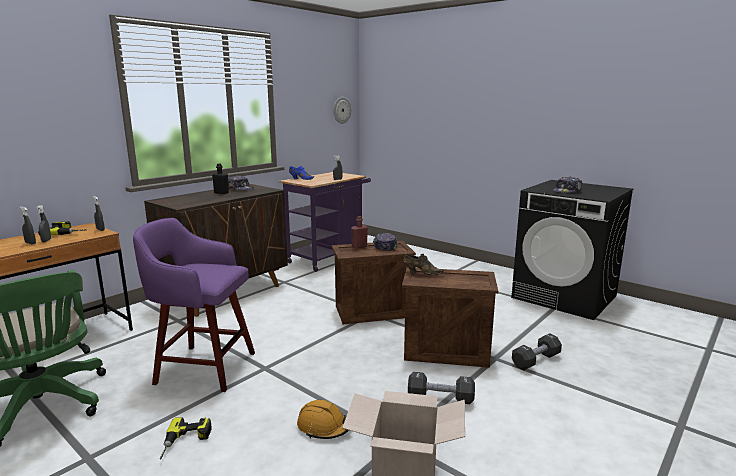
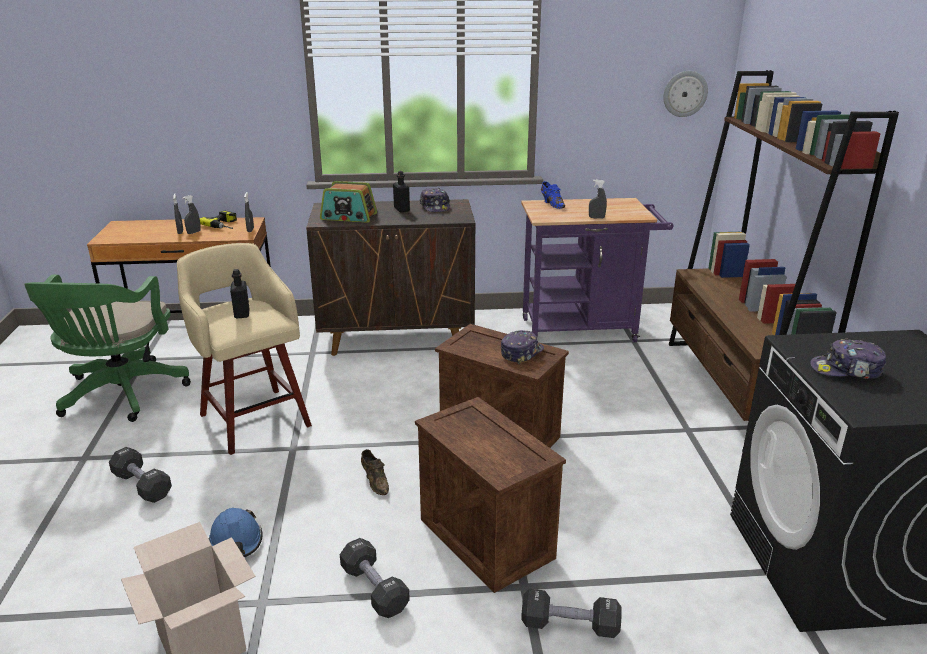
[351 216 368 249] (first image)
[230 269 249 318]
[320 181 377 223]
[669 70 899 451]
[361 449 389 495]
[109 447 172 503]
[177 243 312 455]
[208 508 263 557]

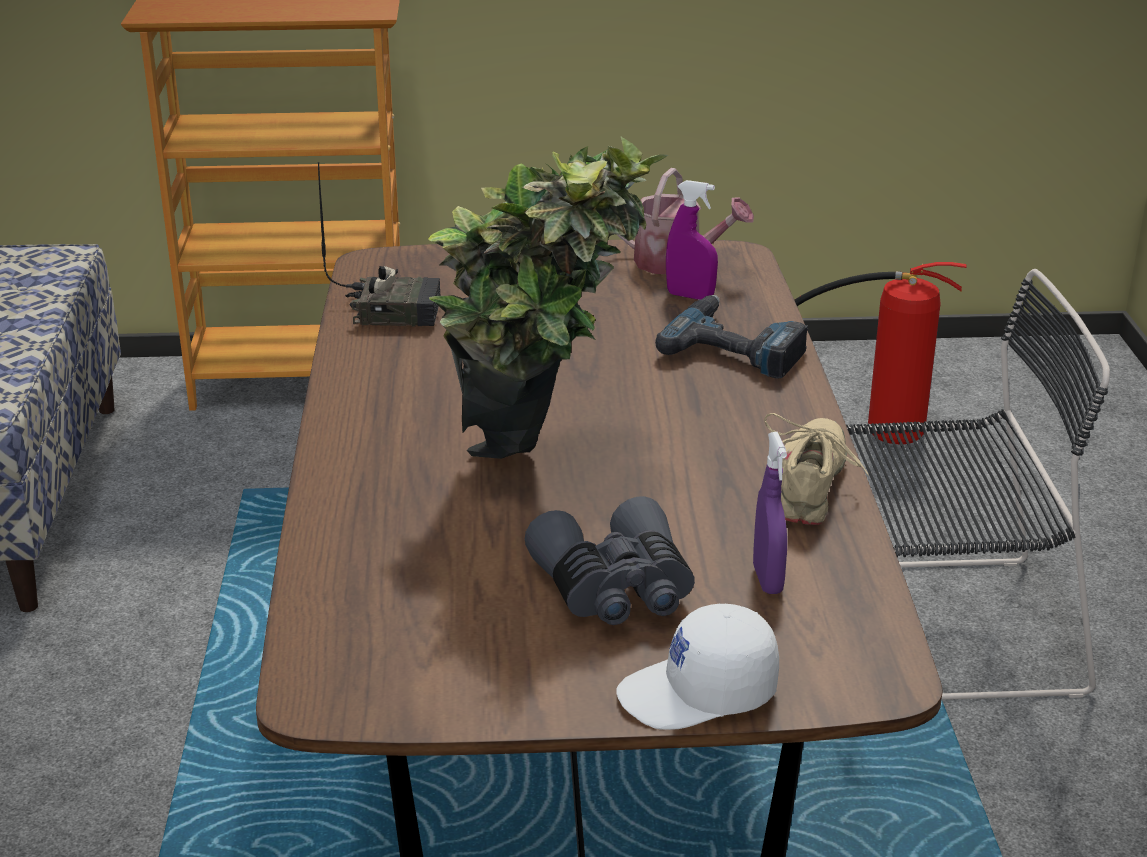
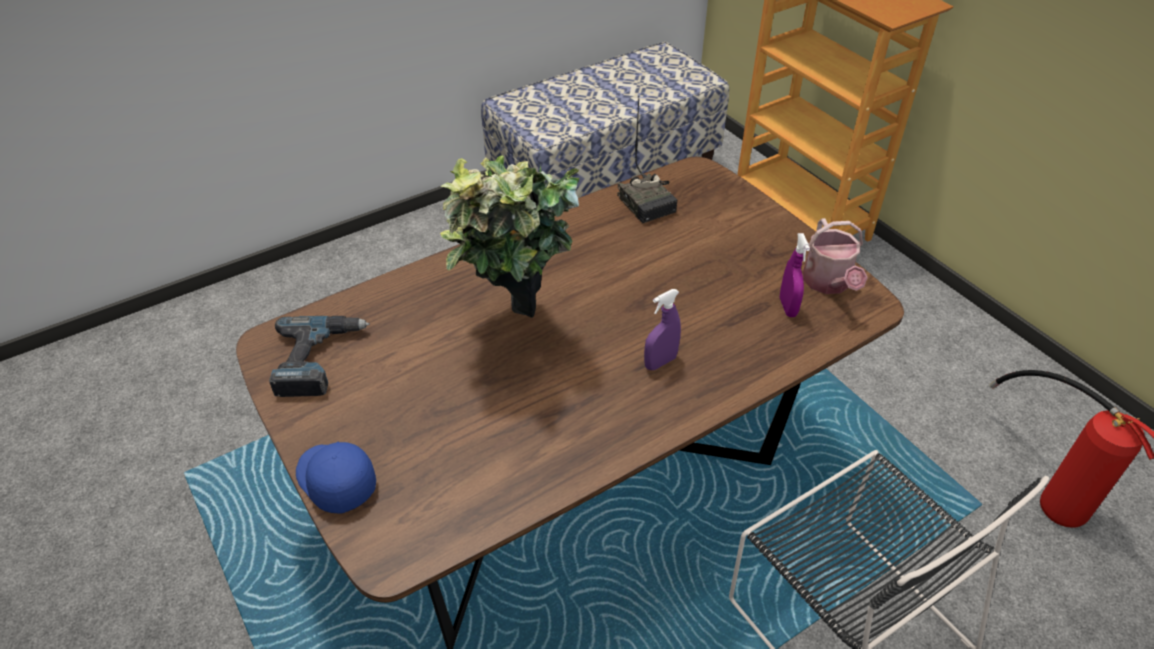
[525 496 695 625] (first image)
[764 413 869 525] (first image)
[269 316 370 397]
[644 289 681 370]
[296 442 376 514]

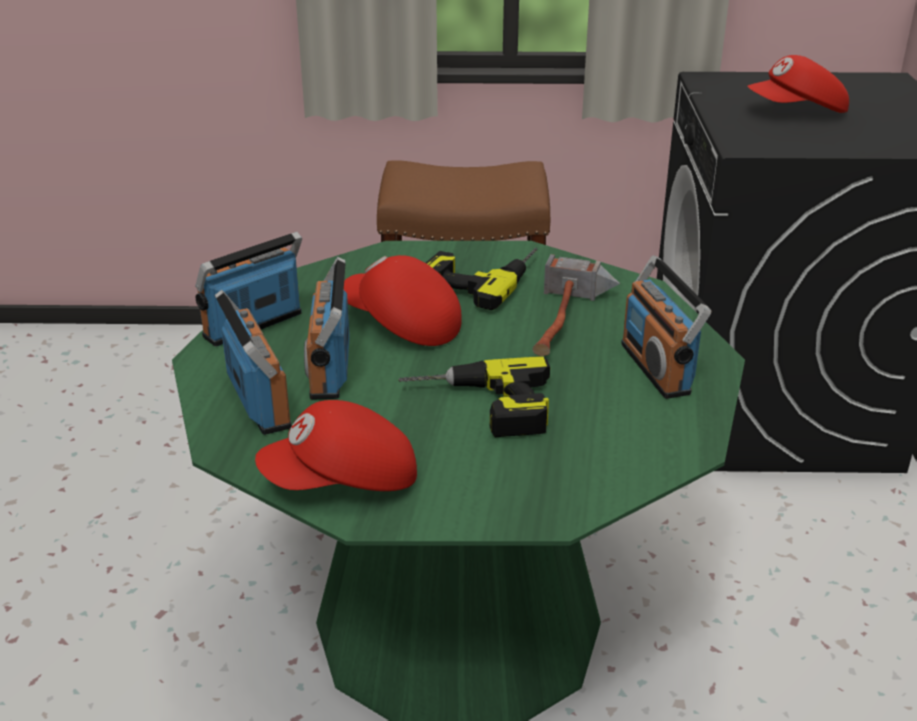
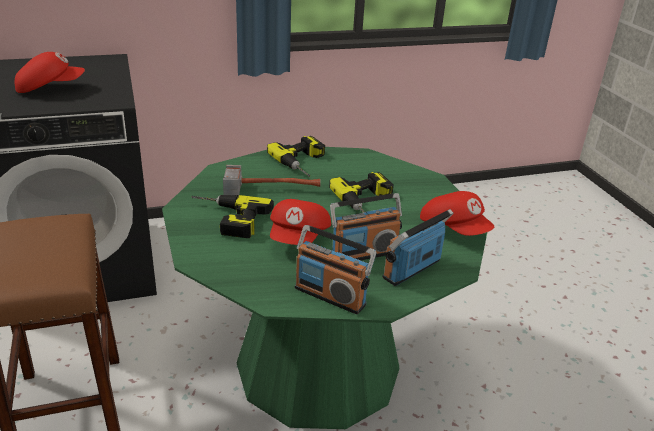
[267 136 325 177]
[15 52 85 93]

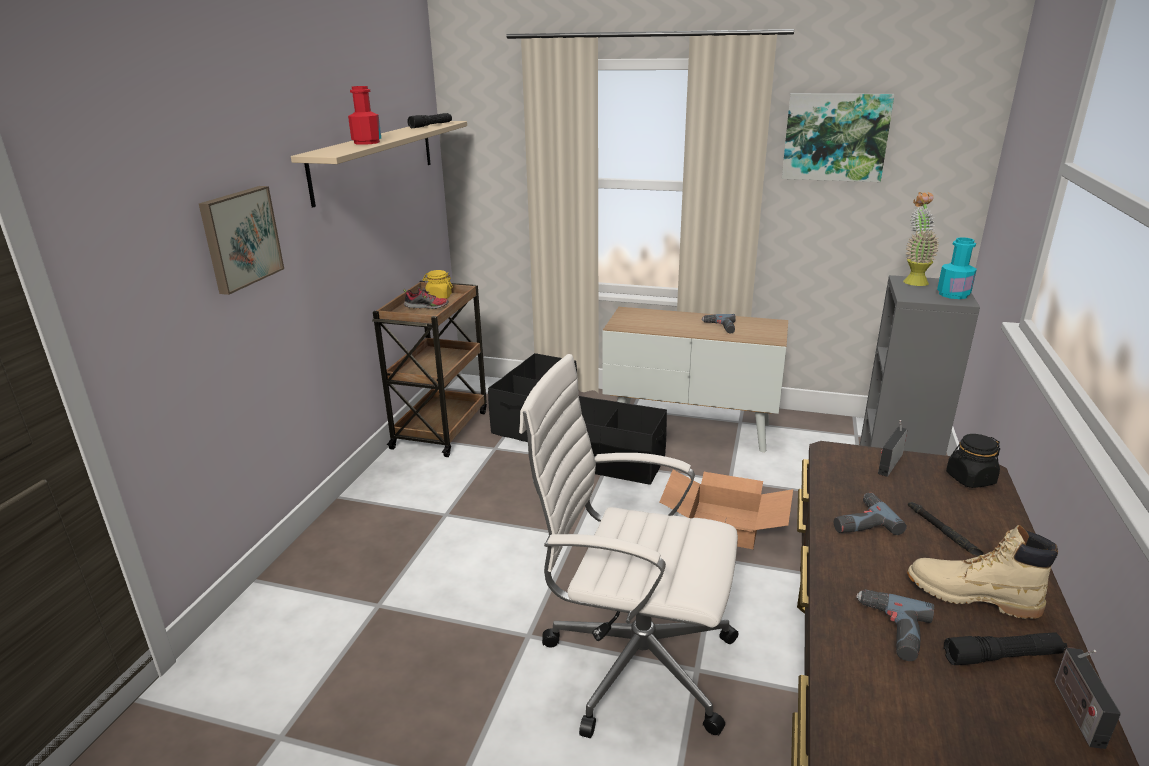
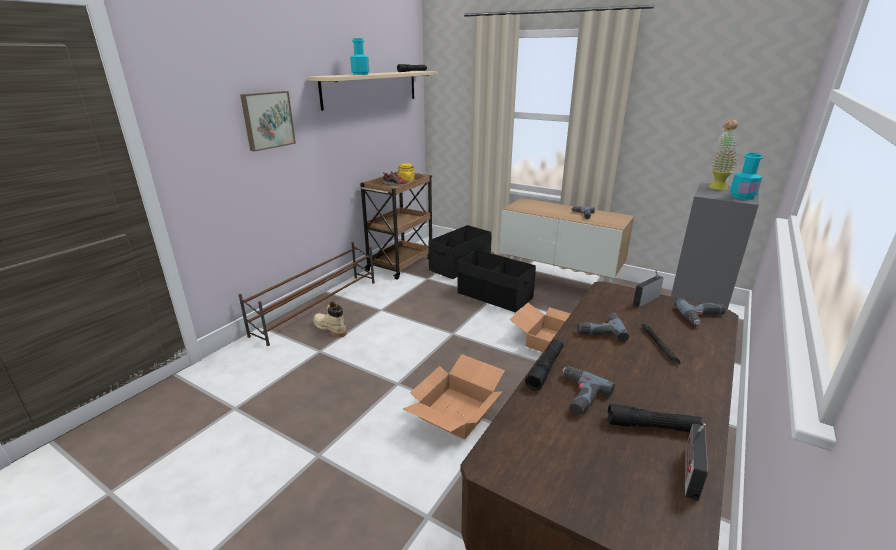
[782 93 895 182] (first image)
[238 242 375 346]
[525 340 563 391]
[313 302 347 337]
[403 354 505 440]
[674 298 726 325]
[350 38 369 75]

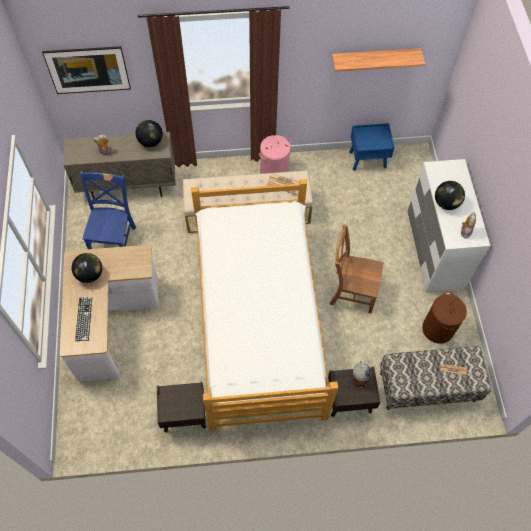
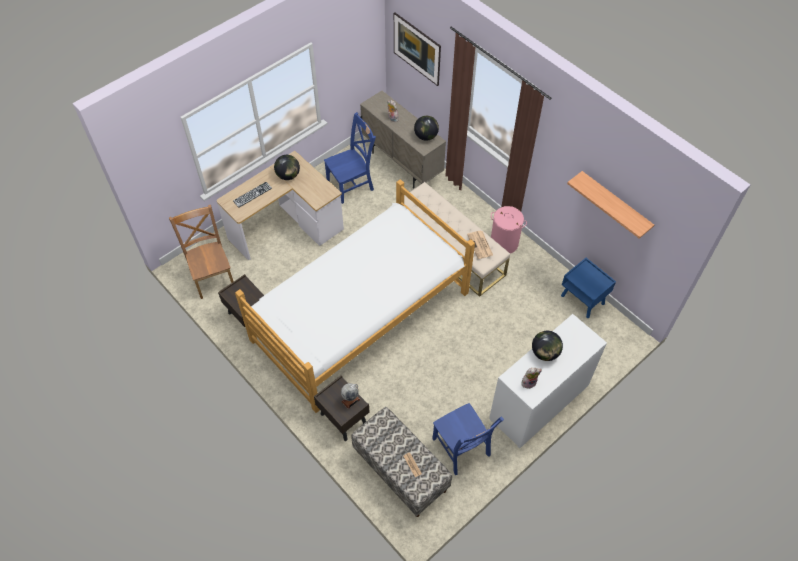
[169 205 234 299]
[432 403 504 475]

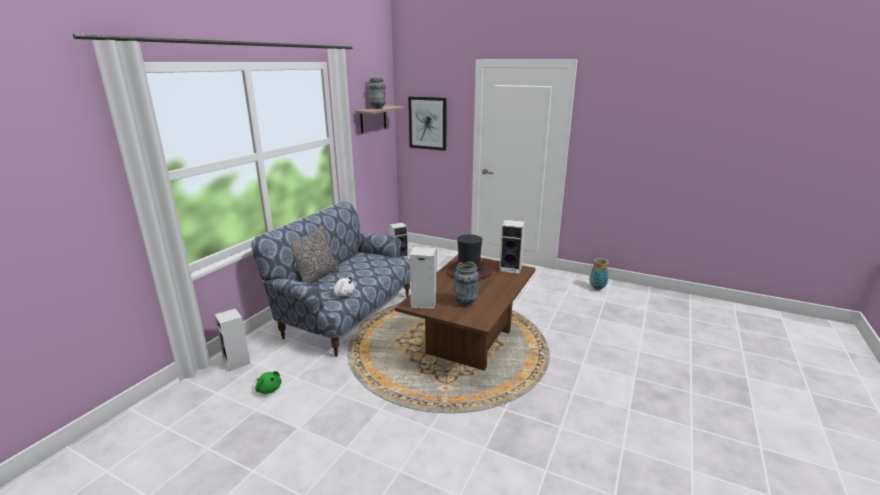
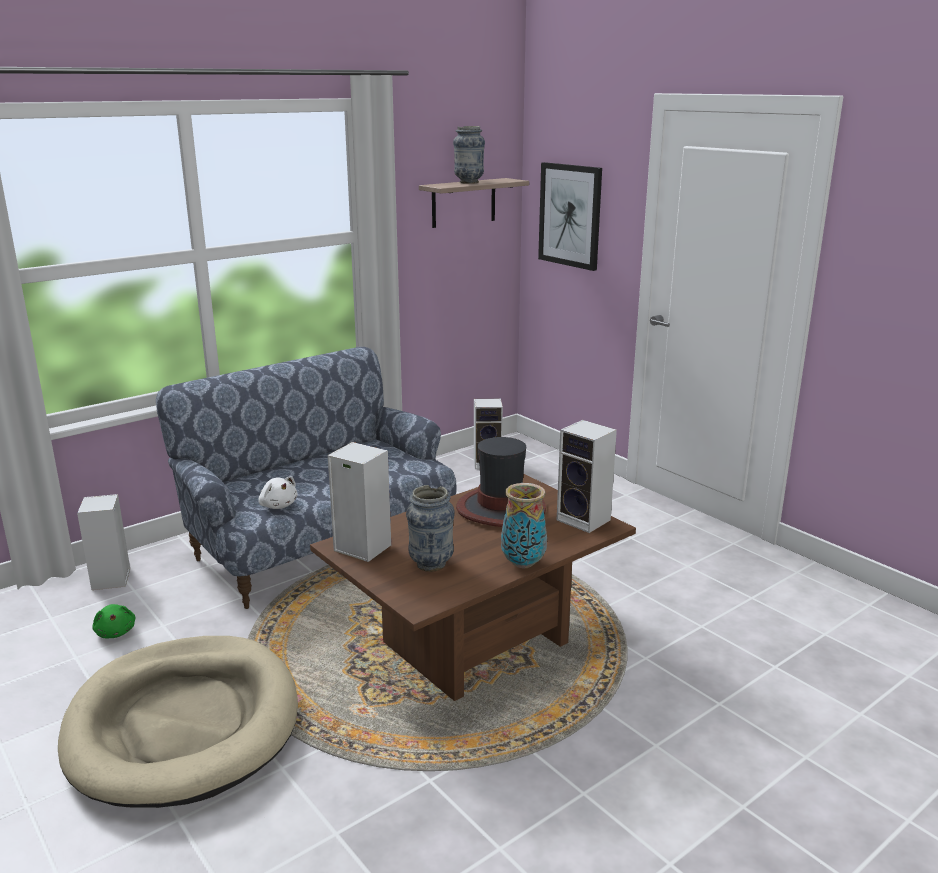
[290 225 340 285] (first image)
[58 636 298 808]
[501 483 547 568]

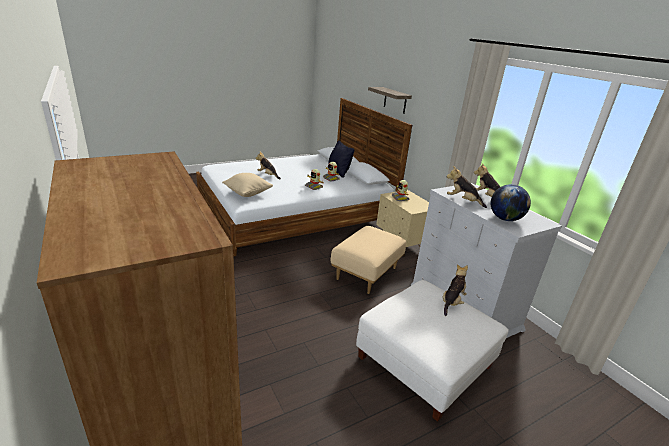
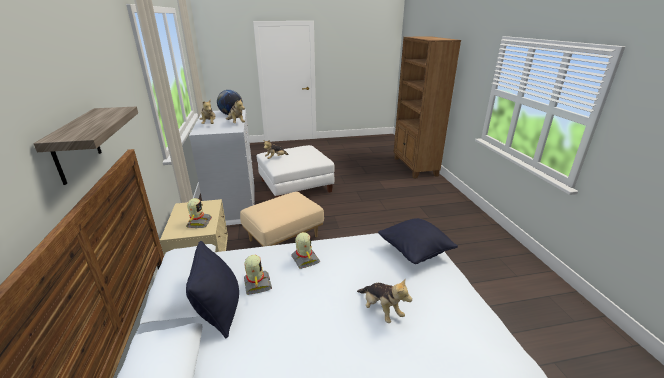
[378 218 458 264]

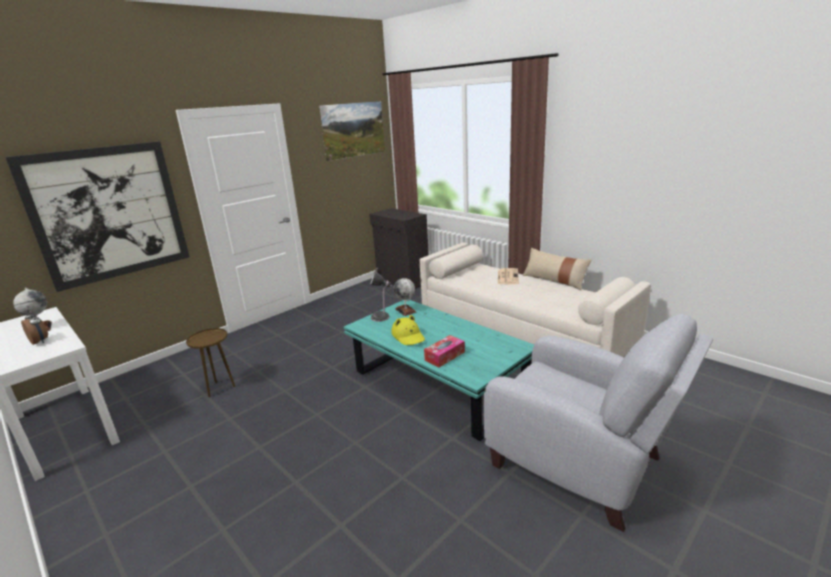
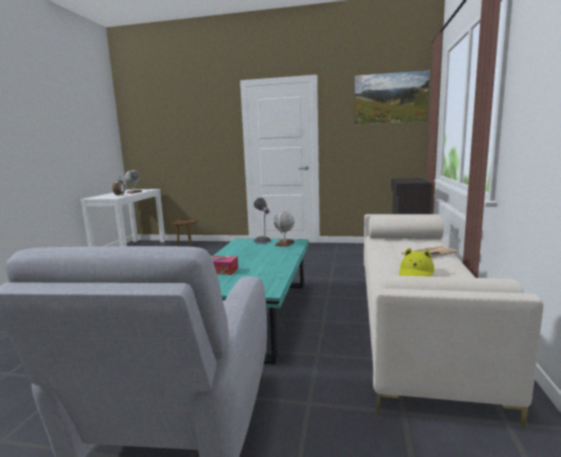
[5 141 190 292] (first image)
[523 248 592 290] (first image)
[399 248 434 277]

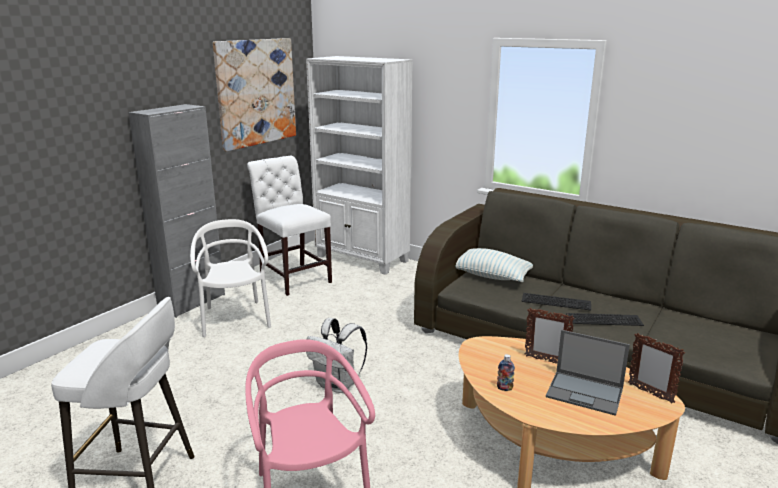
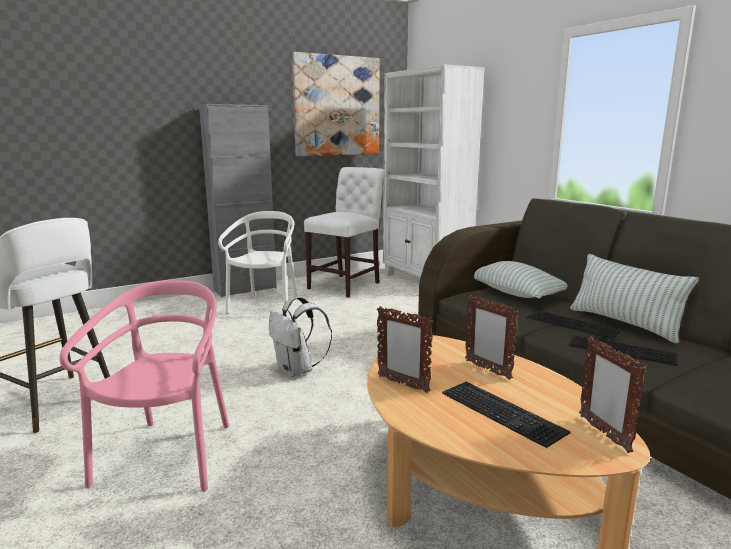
[570 254 699 343]
[377 306 433 393]
[442 382 571 448]
[304 167 386 298]

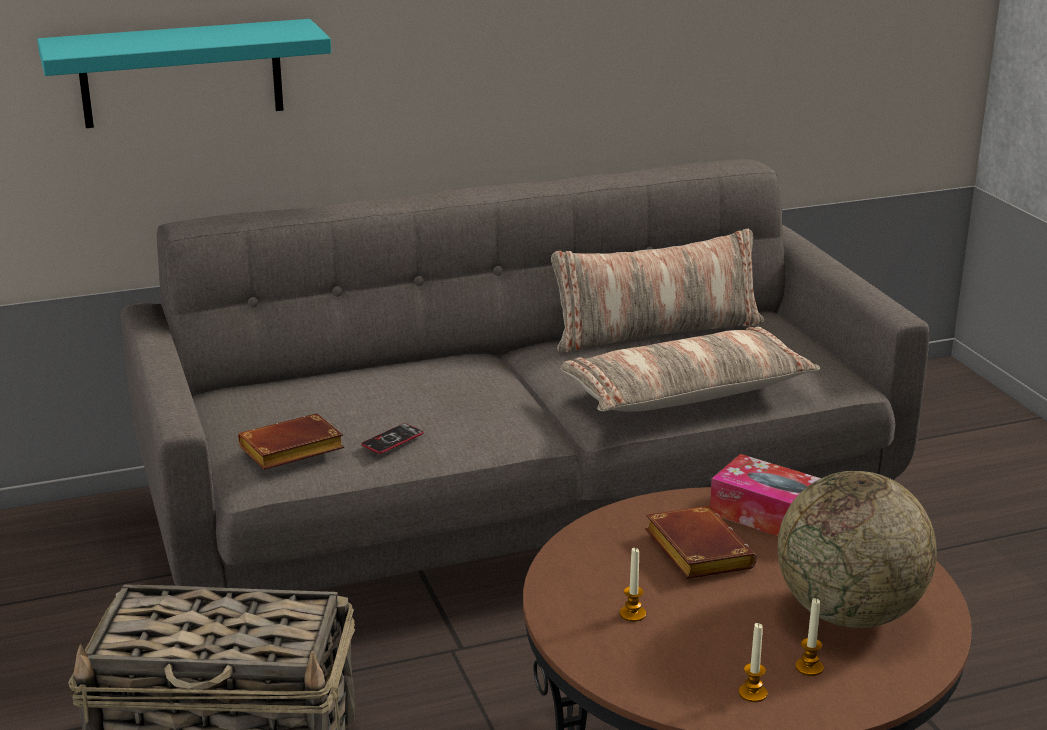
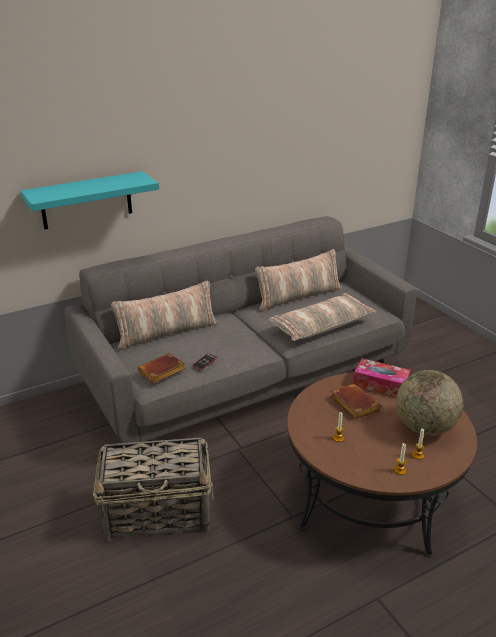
[111 281 218 350]

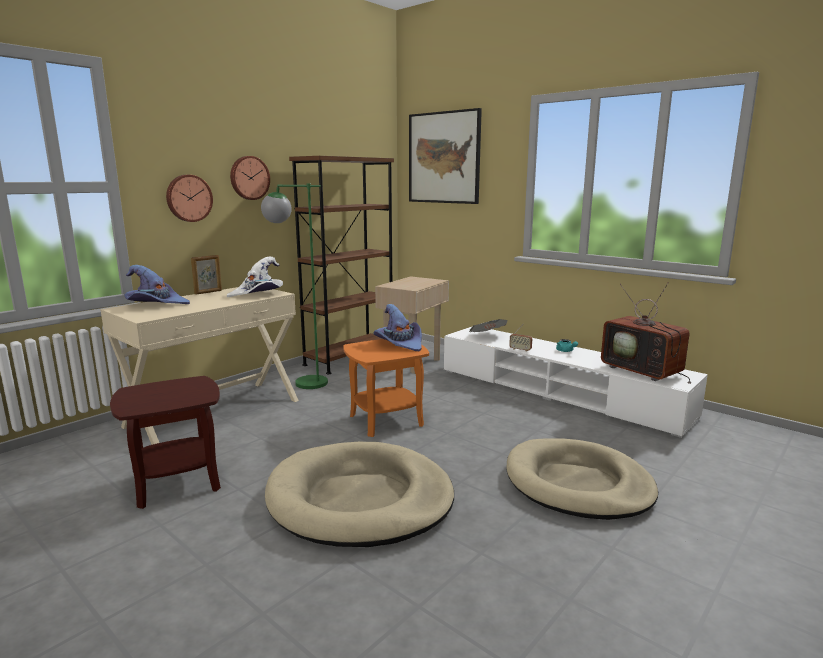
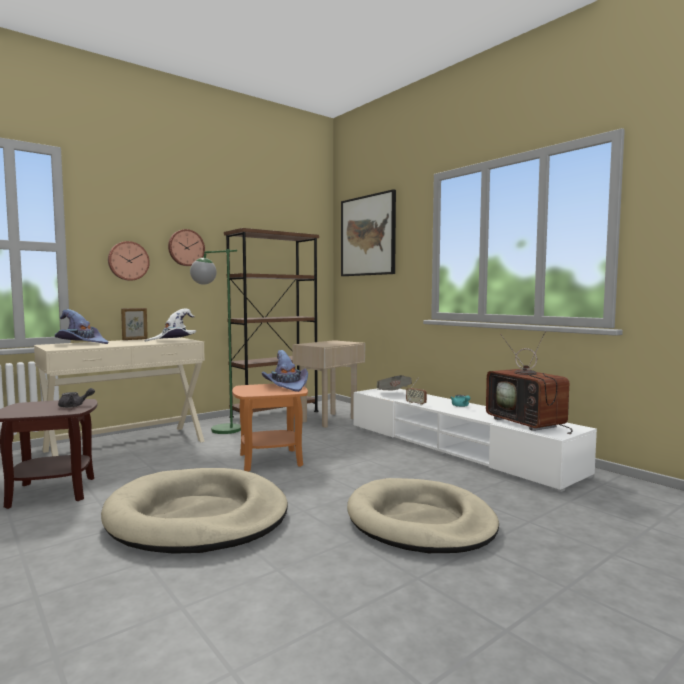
[58 388 95 408]

